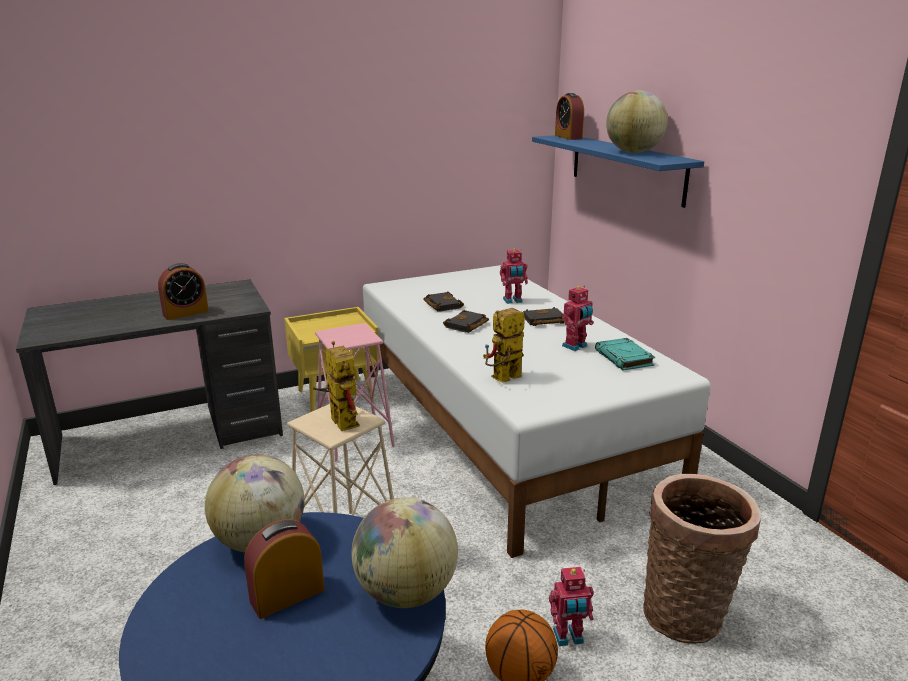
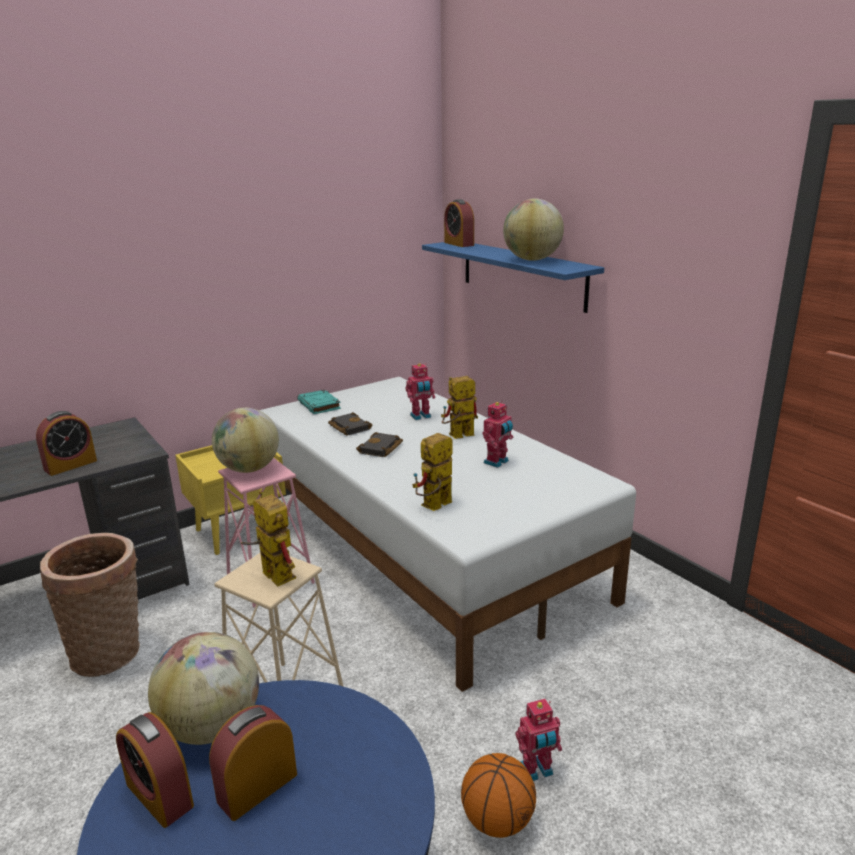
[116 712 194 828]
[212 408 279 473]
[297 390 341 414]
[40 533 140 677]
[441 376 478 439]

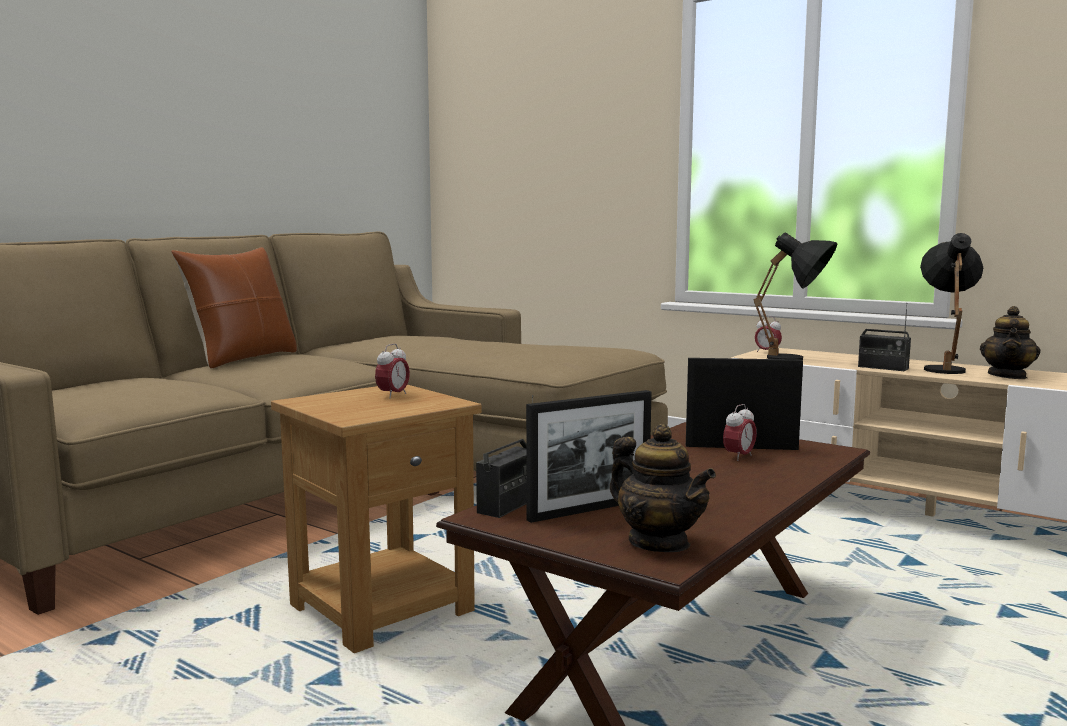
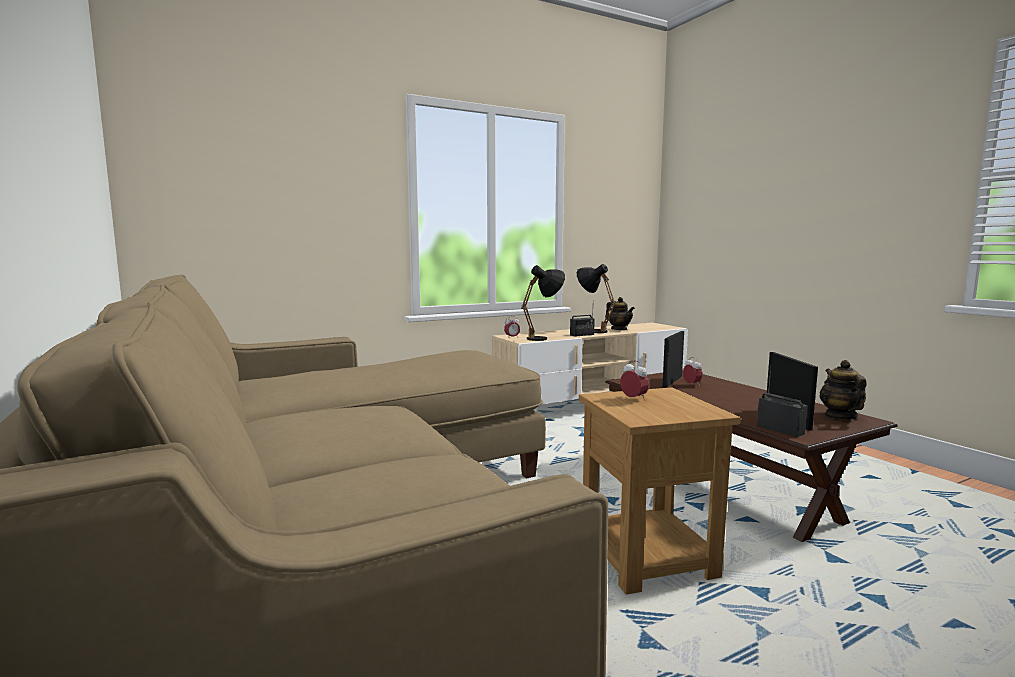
[171 247 297 368] (first image)
[820 360 867 420]

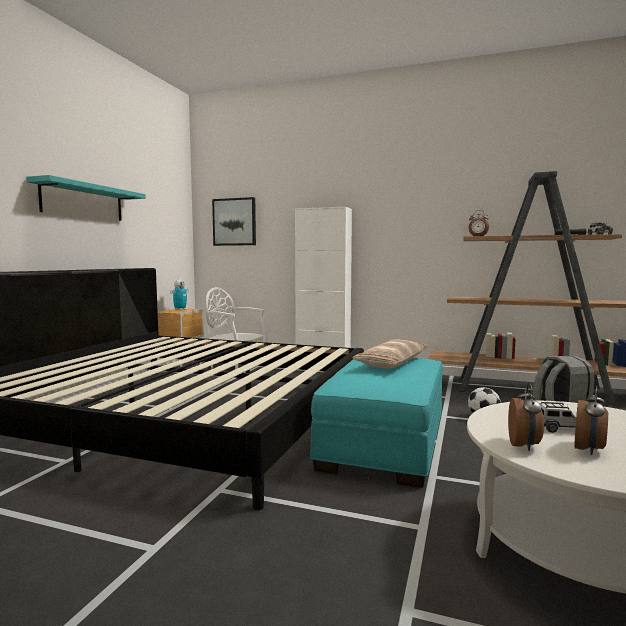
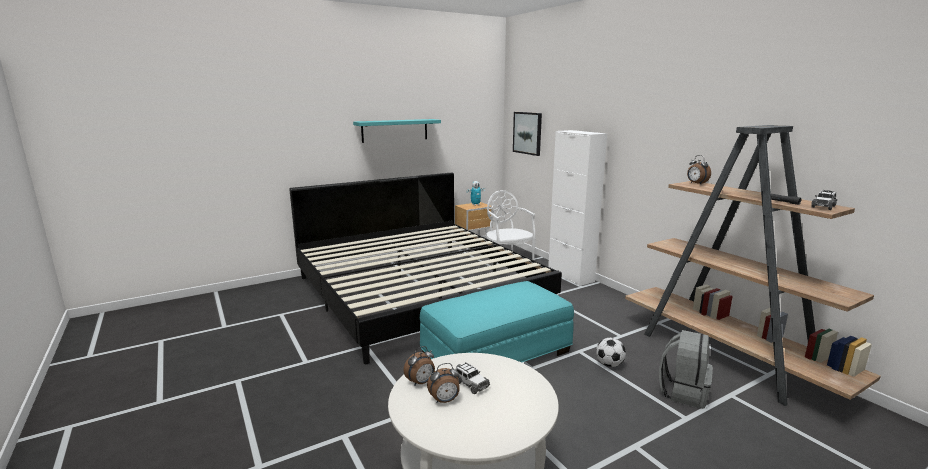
[353 340 428 369] (first image)

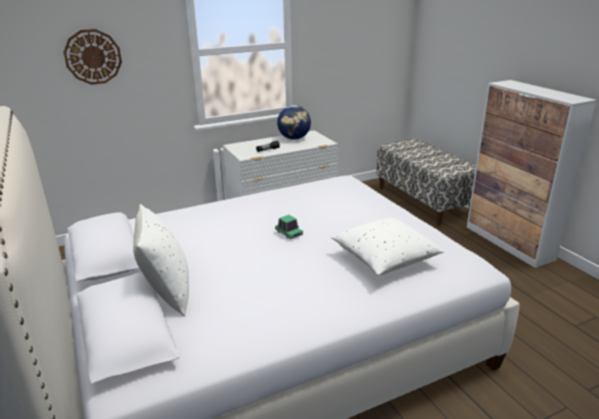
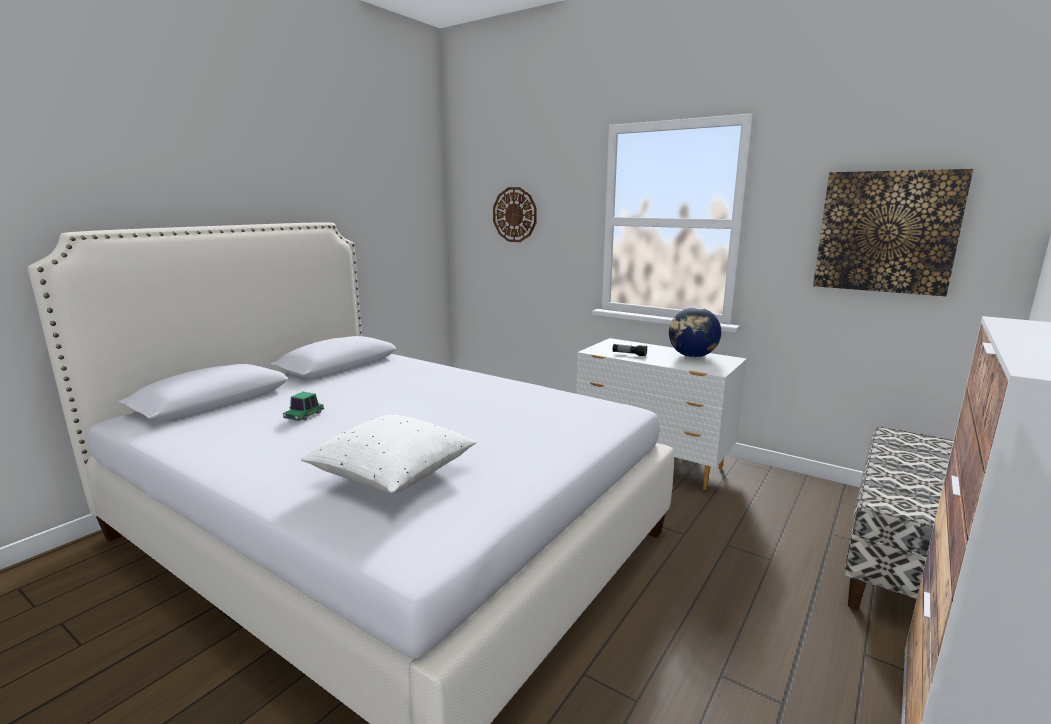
[133 204 189 316] (first image)
[813 169 973 296]
[283 392 324 421]

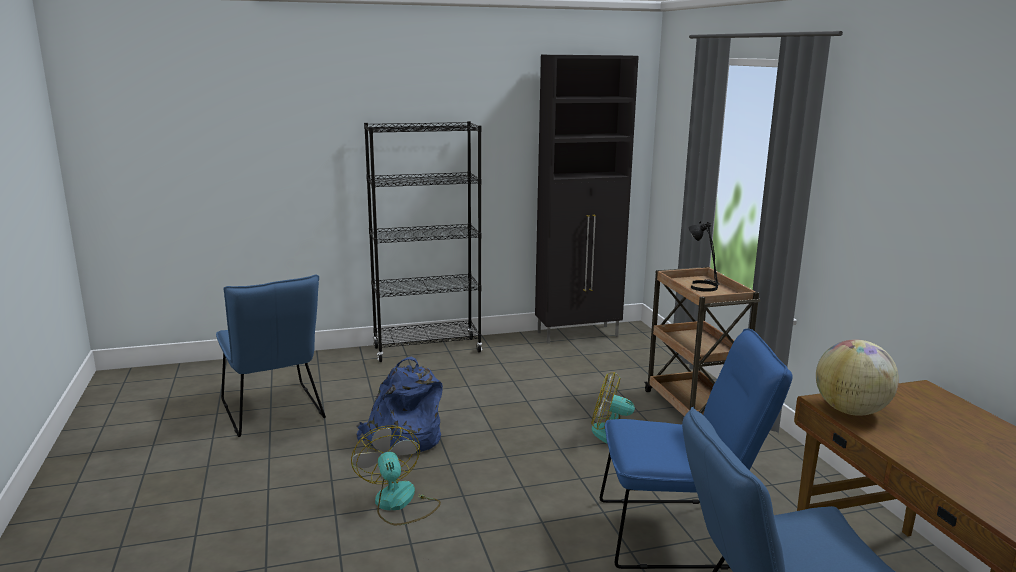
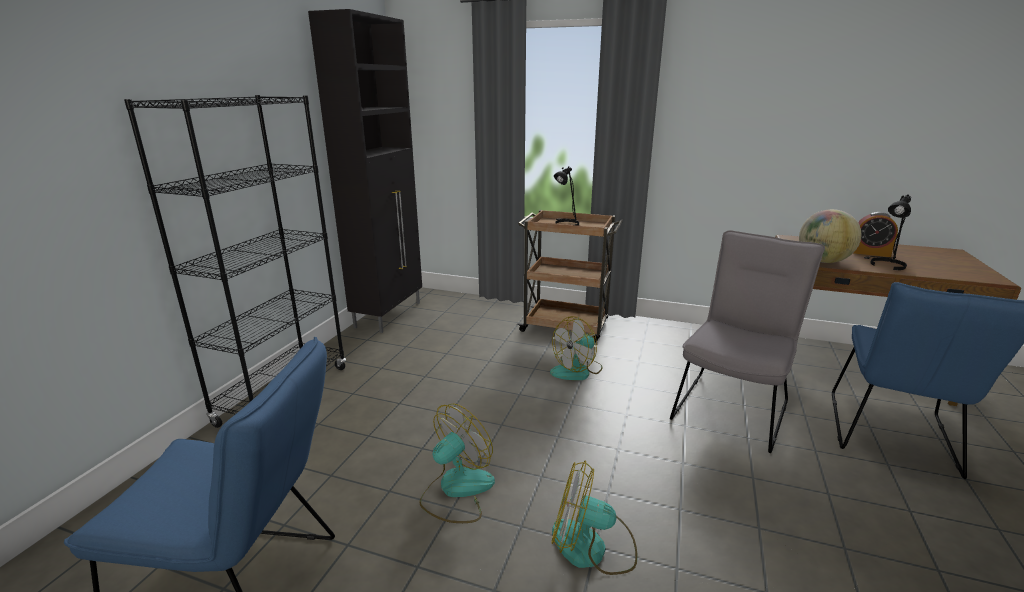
[854 212 898 257]
[864 194 911 270]
[420 403 495 523]
[670 230 825 453]

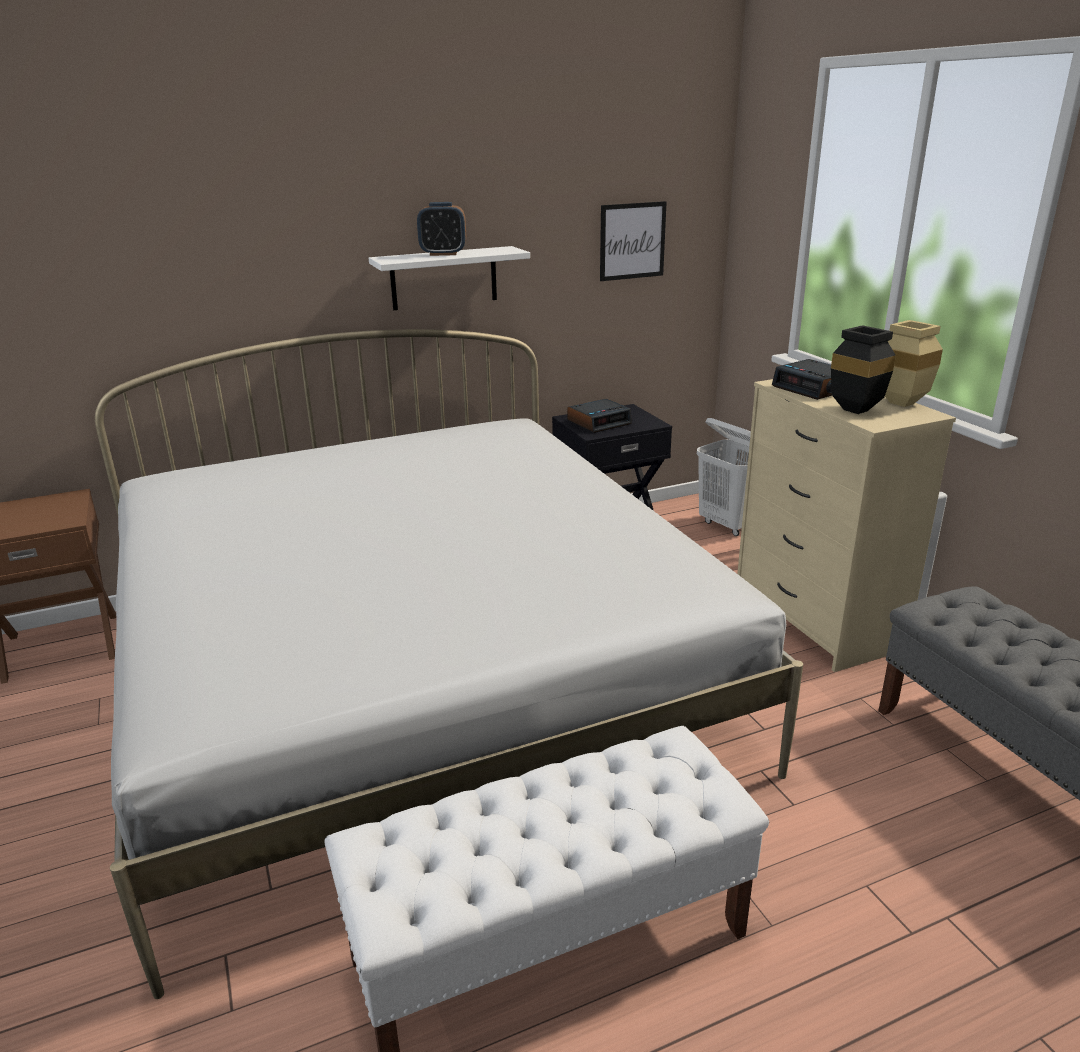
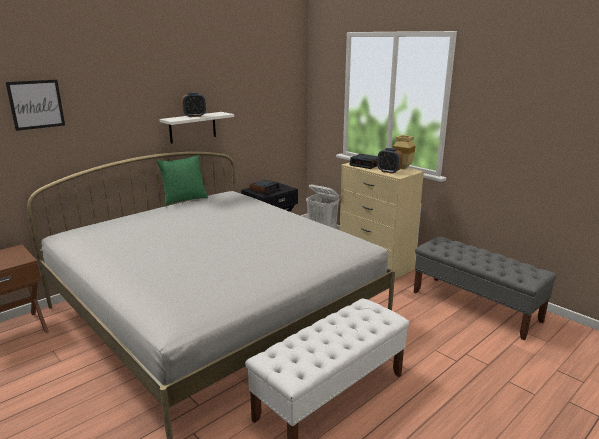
[157 155 208 206]
[6 79 65 131]
[377 148 403 174]

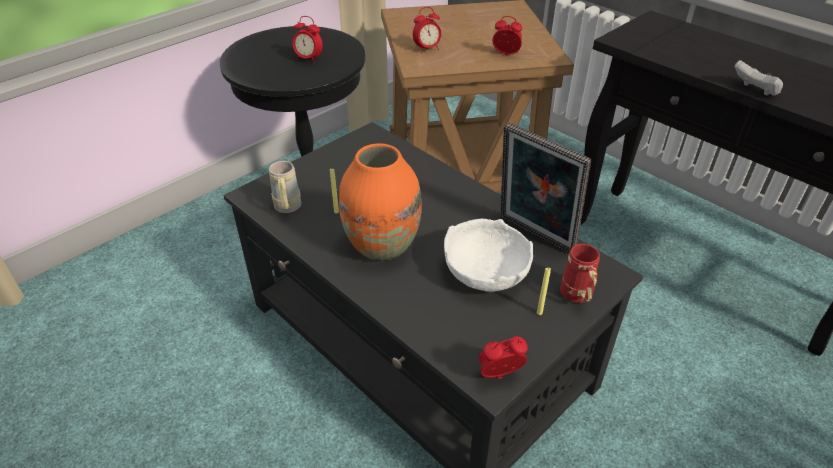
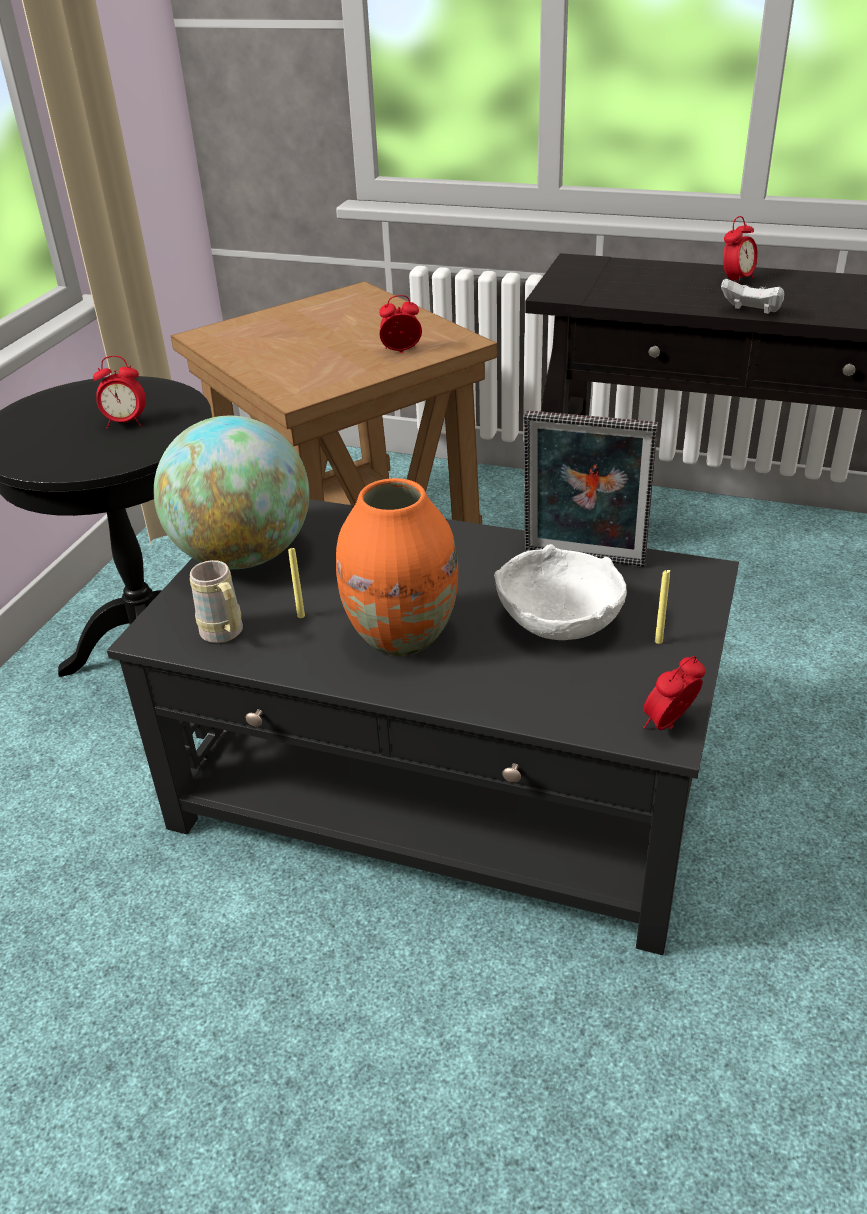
[560 244 600 303] (first image)
[154 416 309 569]
[723 216 758 284]

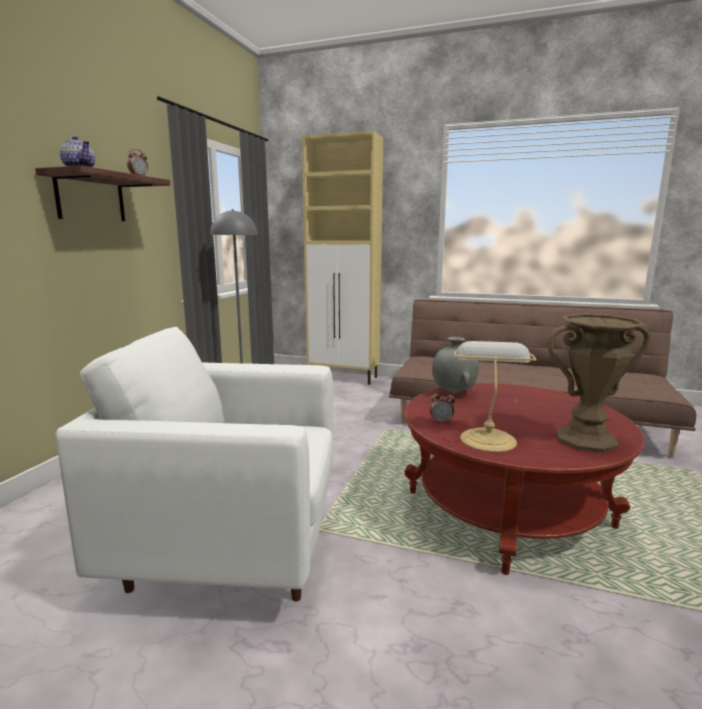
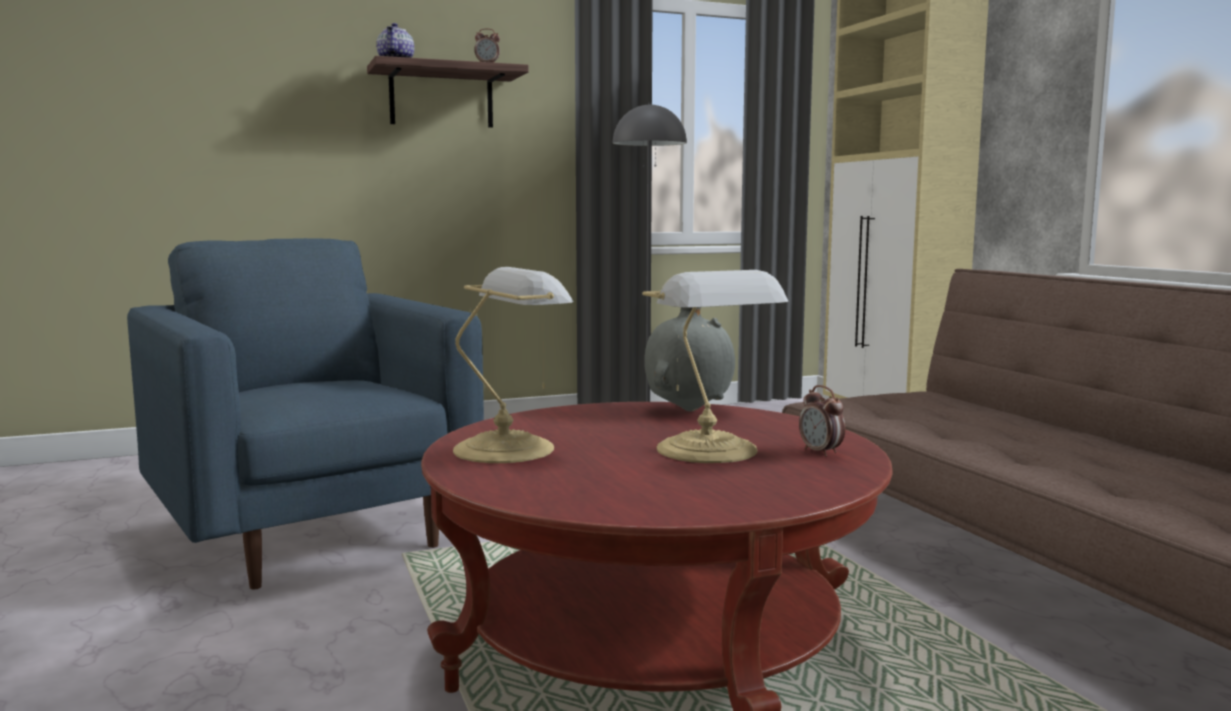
[547 313 650 453] (first image)
[642 270 788 463]
[799 385 845 457]
[127 238 484 590]

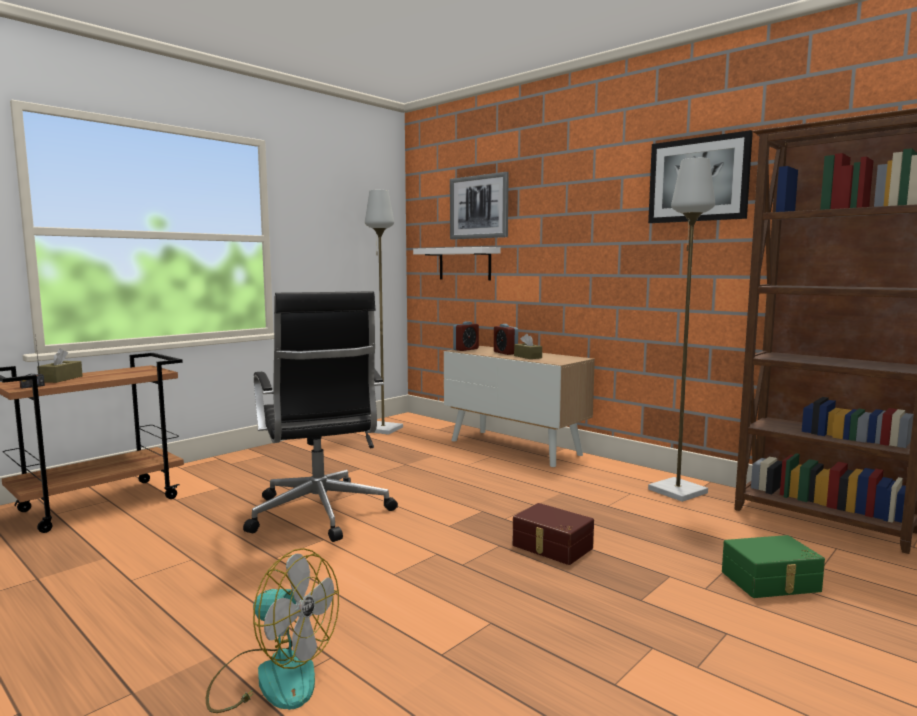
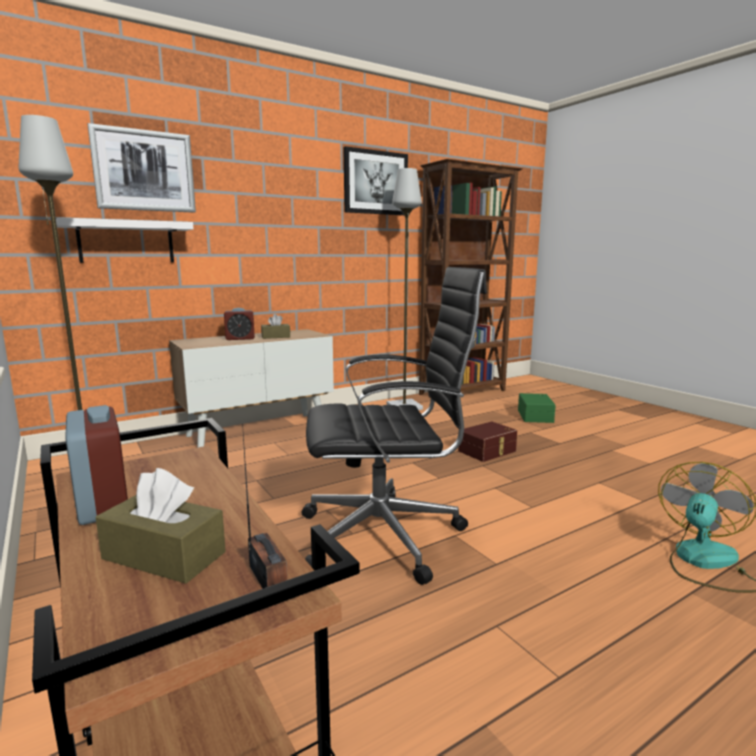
[65 405 128 525]

